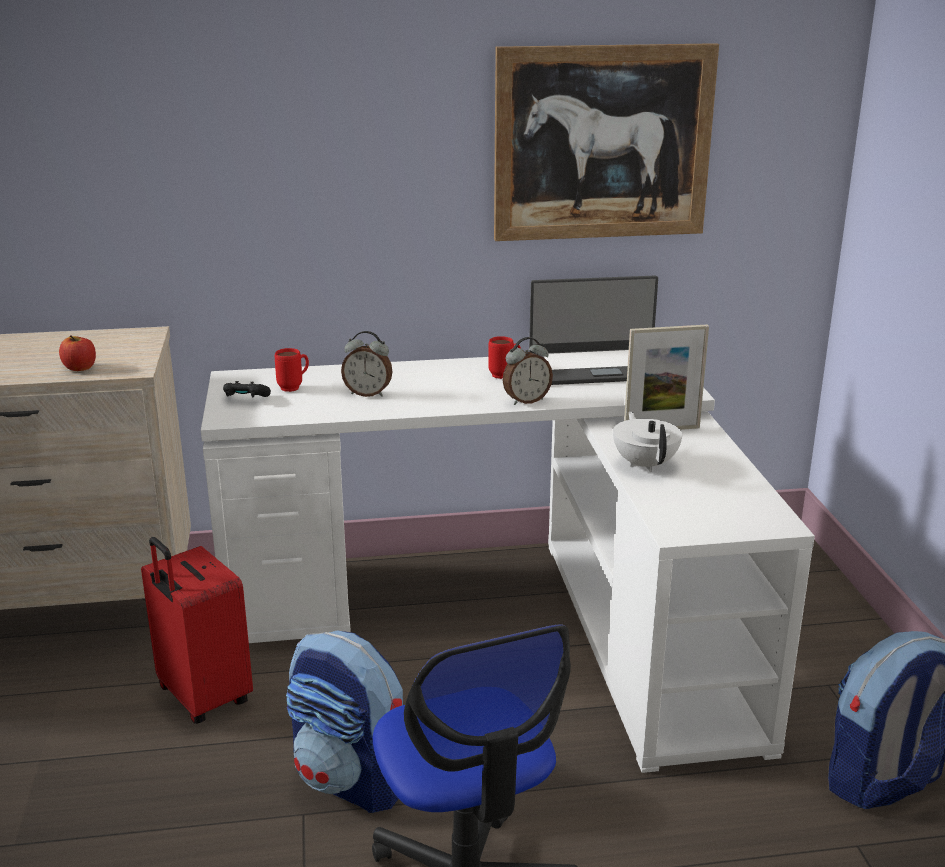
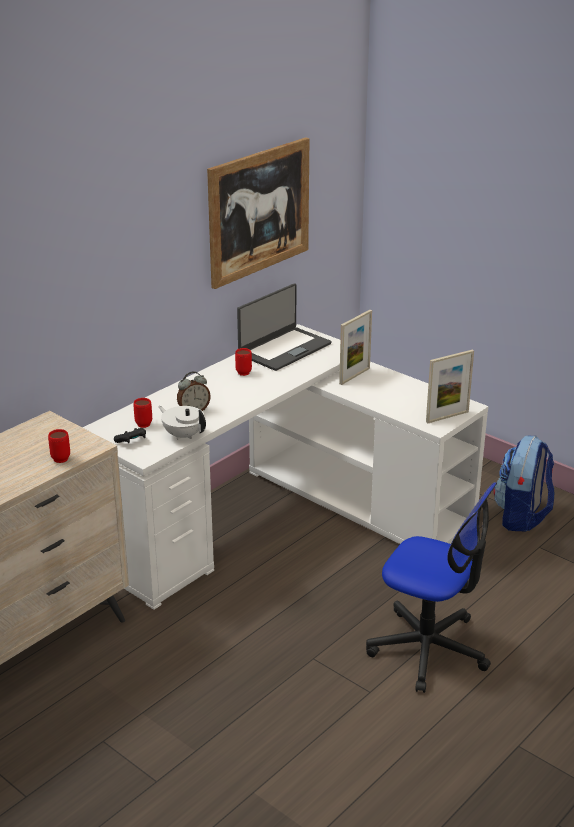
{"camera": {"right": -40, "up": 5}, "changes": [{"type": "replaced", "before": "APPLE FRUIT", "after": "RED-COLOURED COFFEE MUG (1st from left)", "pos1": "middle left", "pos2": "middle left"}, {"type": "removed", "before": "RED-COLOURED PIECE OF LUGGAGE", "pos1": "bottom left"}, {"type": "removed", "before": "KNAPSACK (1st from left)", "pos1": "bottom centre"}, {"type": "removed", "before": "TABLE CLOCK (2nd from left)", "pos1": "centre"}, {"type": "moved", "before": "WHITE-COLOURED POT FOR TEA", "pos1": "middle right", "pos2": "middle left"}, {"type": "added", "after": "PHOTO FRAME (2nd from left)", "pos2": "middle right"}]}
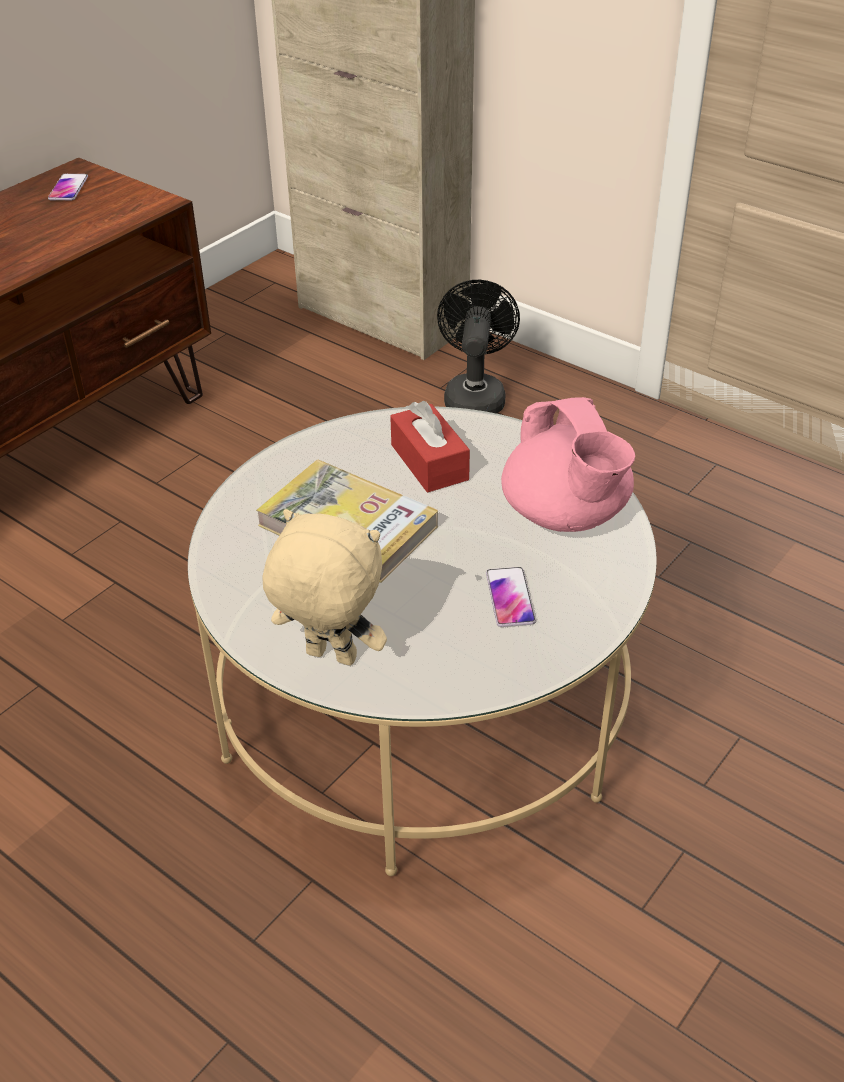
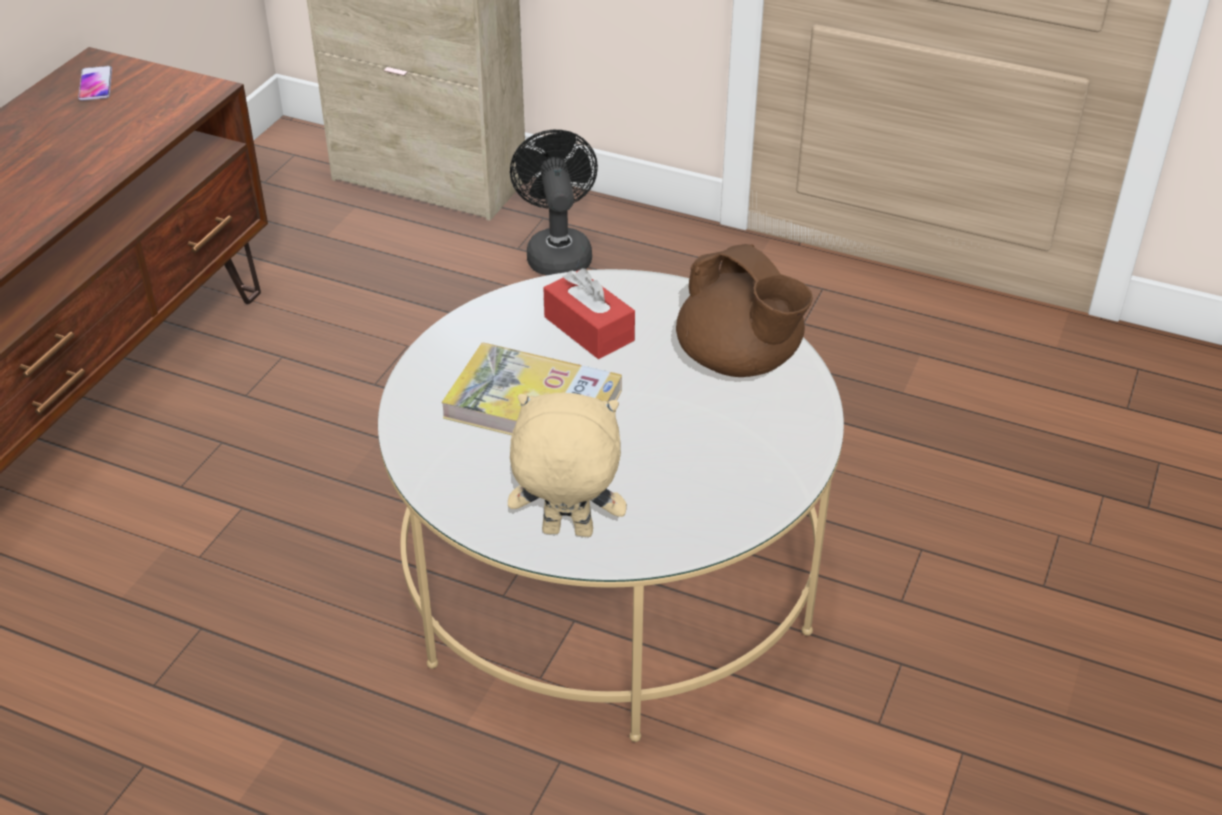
{"camera": {"right": -15, "up": 0}, "changes": [{"type": "removed", "before": "HANDSET (2nd from left)", "pos1": "centre"}, {"type": "recoloured", "before": "PINK-COLOURED POT FOR TEA", "after": "BROWN POT FOR TEA", "pos1": "middle right", "pos2": "centre"}]}
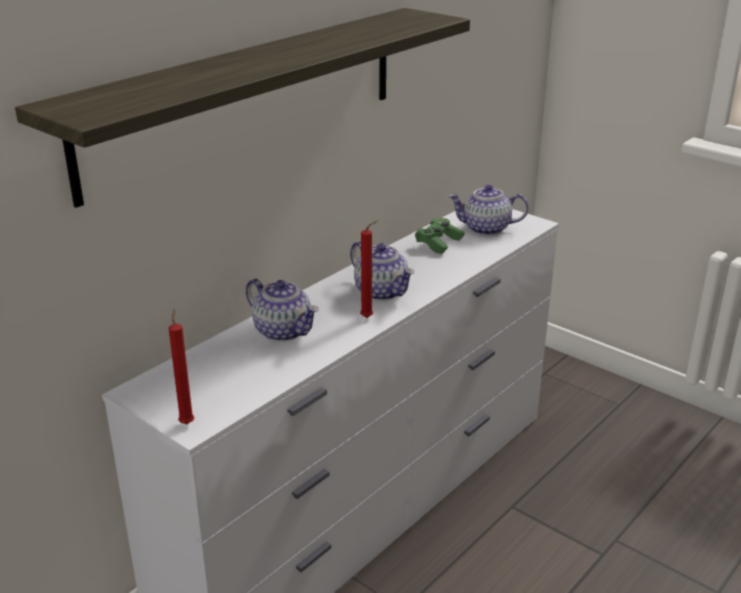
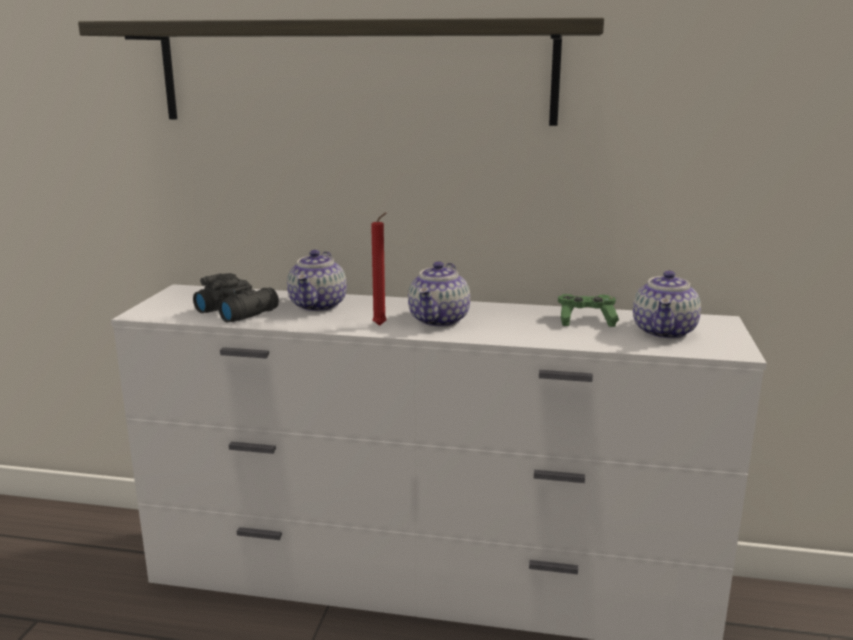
{"camera": {"right": 60, "up": -10}, "changes": [{"type": "removed", "before": "RED-COLOURED WAX LIGHT (1st from left)", "pos1": "middle left"}, {"type": "turned", "before": "POT FOR TEA (3rd from left)", "pos1": "centre", "pos2": "middle right", "turn": -135}, {"type": "added", "after": "BLACK BINOCULARS", "pos2": "middle left"}]}
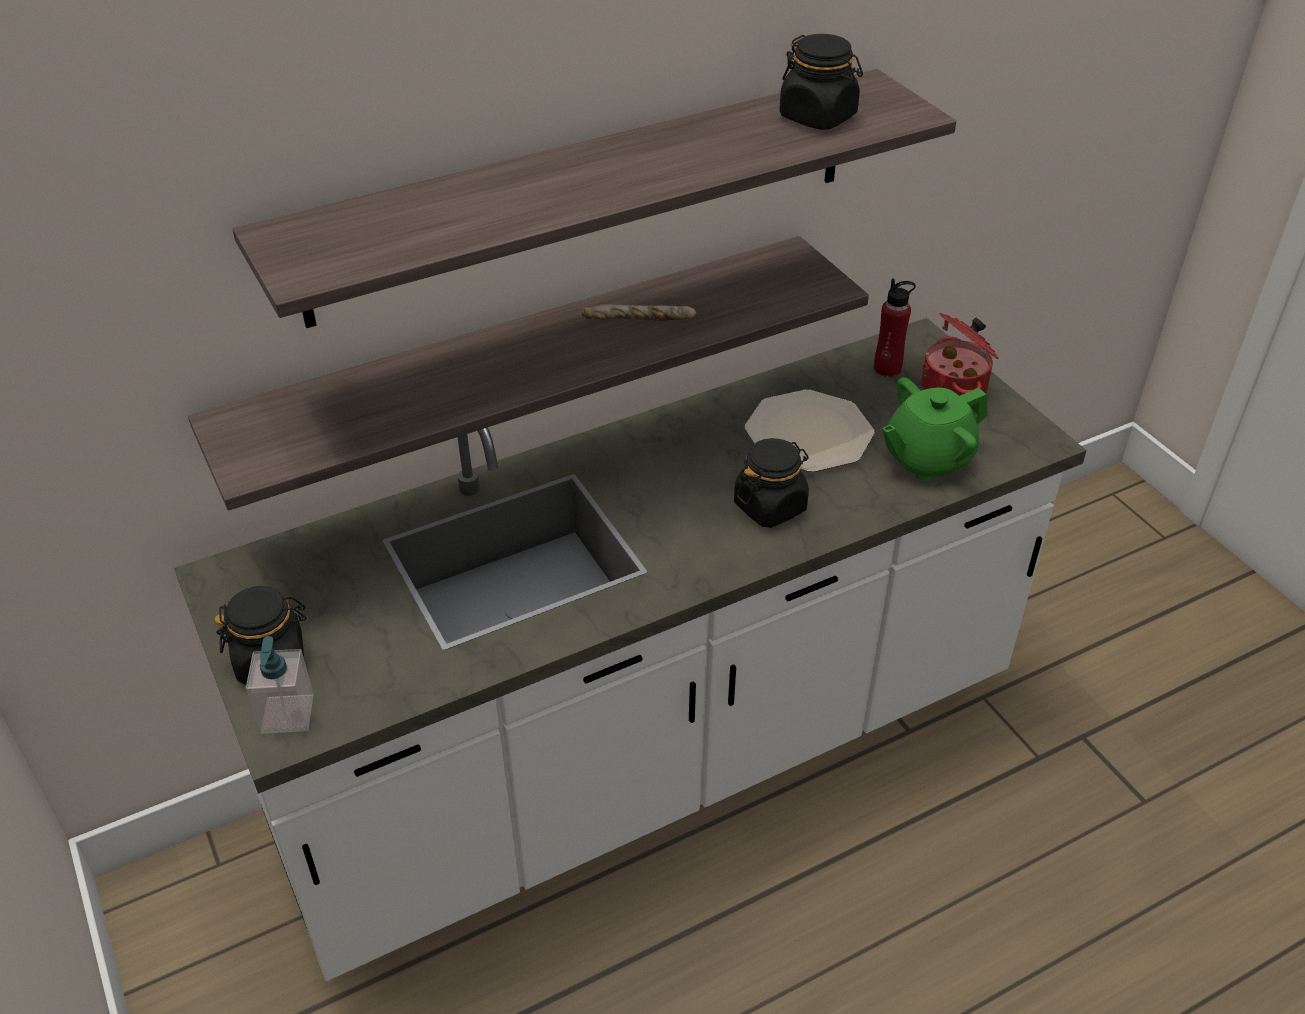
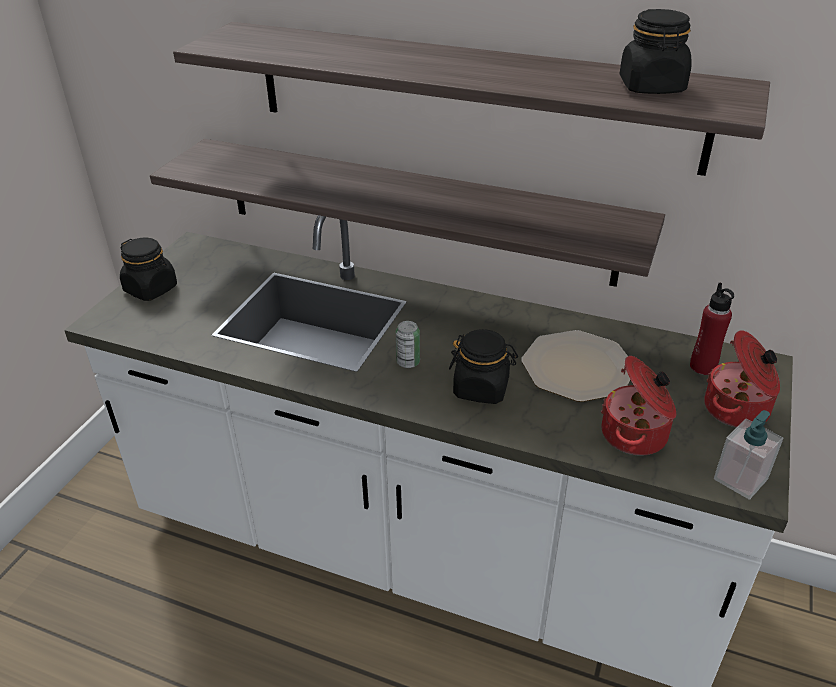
{"camera": {"right": 50, "up": -5}, "changes": [{"type": "moved", "before": "LIQUID SOAP BOTTLE", "pos1": "bottom left", "pos2": "middle right"}, {"type": "removed", "before": "BREAD", "pos1": "top centre"}, {"type": "replaced", "before": "GREEN-COLOURED POT FOR TEA", "after": "STOCKPOT (1st from left)", "pos1": "middle right", "pos2": "middle right"}, {"type": "added", "after": "METAL CAN", "pos2": "centre"}]}
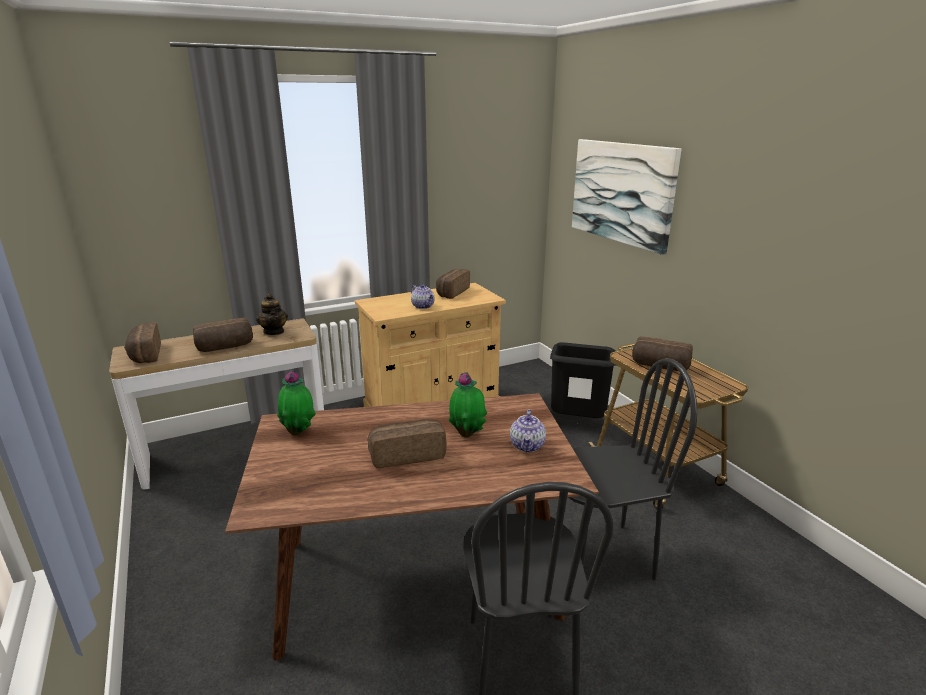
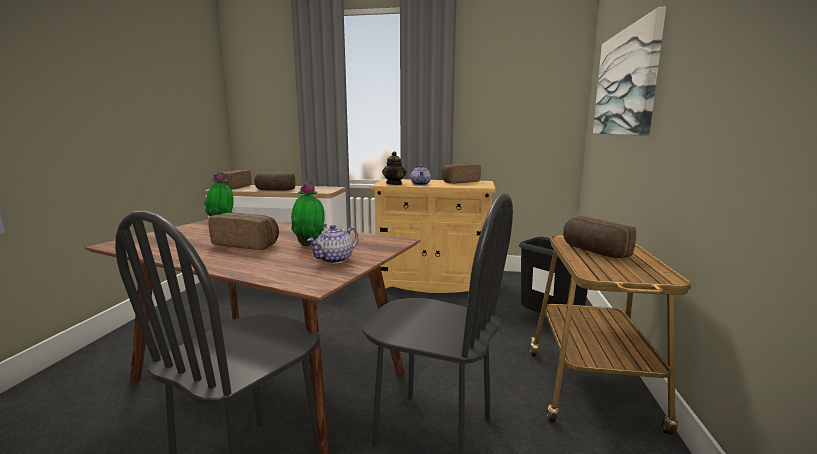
{"camera": {"right": 35, "up": -10}, "changes": [{"type": "moved", "before": "POT FOR TEA (1st from left in the first image)", "after": "POT FOR TEA (2nd from left)", "pos1": "middle left", "pos2": "centre"}]}
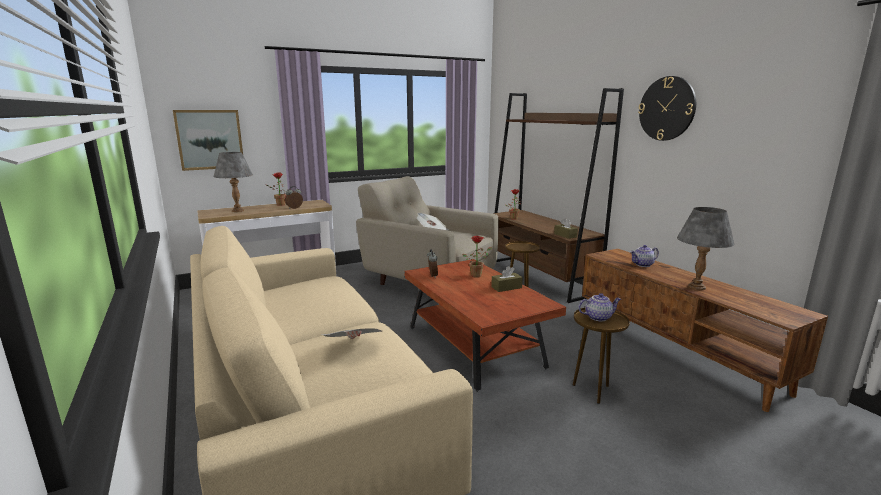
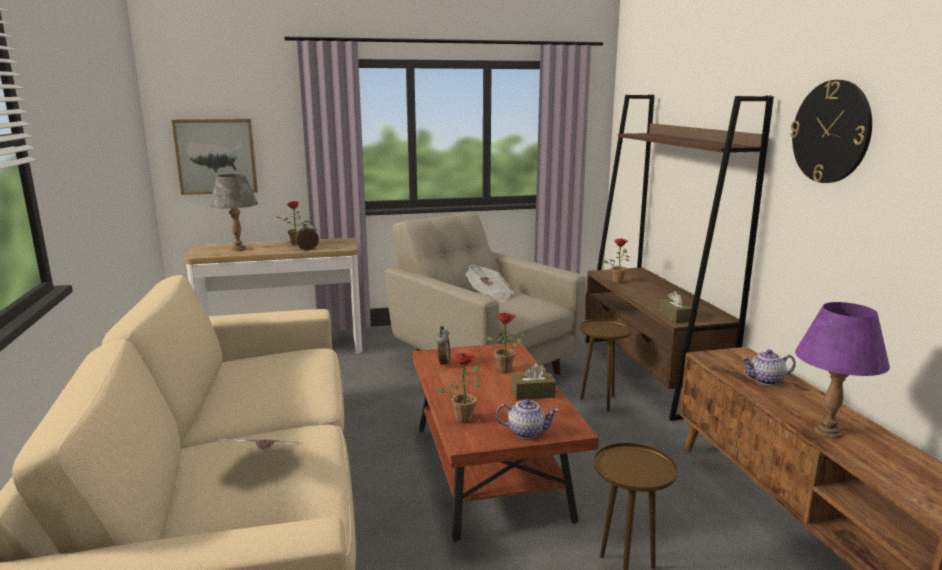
{"camera": {"right": 15, "up": 0}, "changes": [{"type": "moved", "before": "POT FOR TEA (1st from left)", "pos1": "middle right", "pos2": "bottom centre"}, {"type": "recoloured", "before": "GRAY TABLETOP LAMP (2nd from left)", "after": "PURPLE-COLOURED TABLETOP LAMP", "pos1": "middle right", "pos2": "middle right"}, {"type": "added", "after": "POTTED PLANT (2nd from left)", "pos2": "bottom centre"}]}
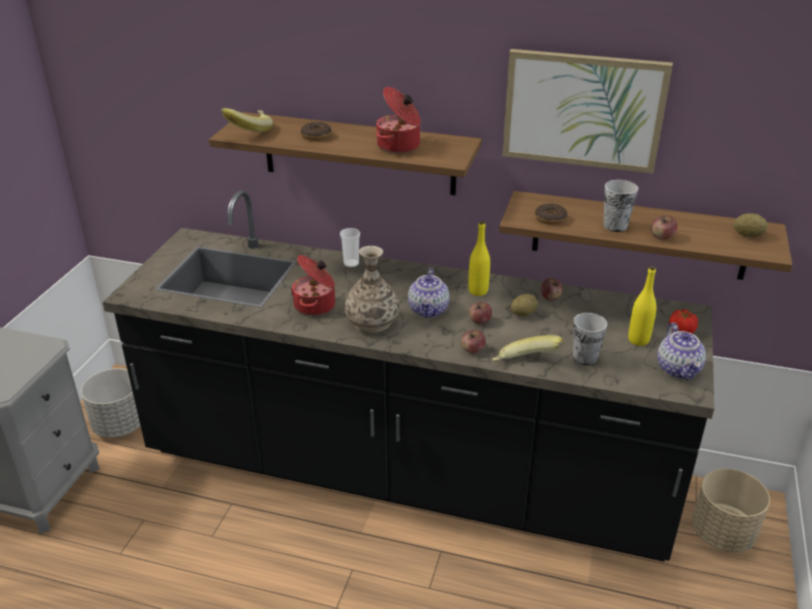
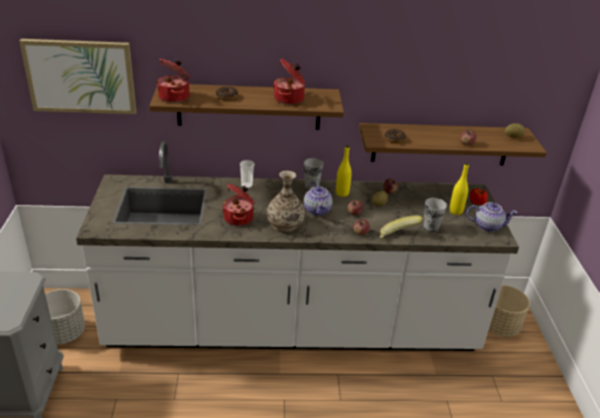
{"camera": {"right": -20, "up": 0}, "changes": [{"type": "recoloured", "before": "BLACK KITCHEN COUNTER", "after": "WHITE-COLOURED KITCHEN COUNTER", "pos1": "centre", "pos2": "centre"}, {"type": "replaced", "before": "BANANA FRUIT (1st from left)", "after": "STOCKPOT (1st from left)", "pos1": "top left", "pos2": "top left"}, {"type": "moved", "before": "WALL ART", "pos1": "top right", "pos2": "top left"}, {"type": "moved", "before": "CUP (3rd from left in the first image)", "after": "CUP (2nd from left)", "pos1": "middle right", "pos2": "centre"}, {"type": "turned", "before": "POT FOR TEA (2nd from left)", "pos1": "middle right", "pos2": "middle right", "turn": -60}]}
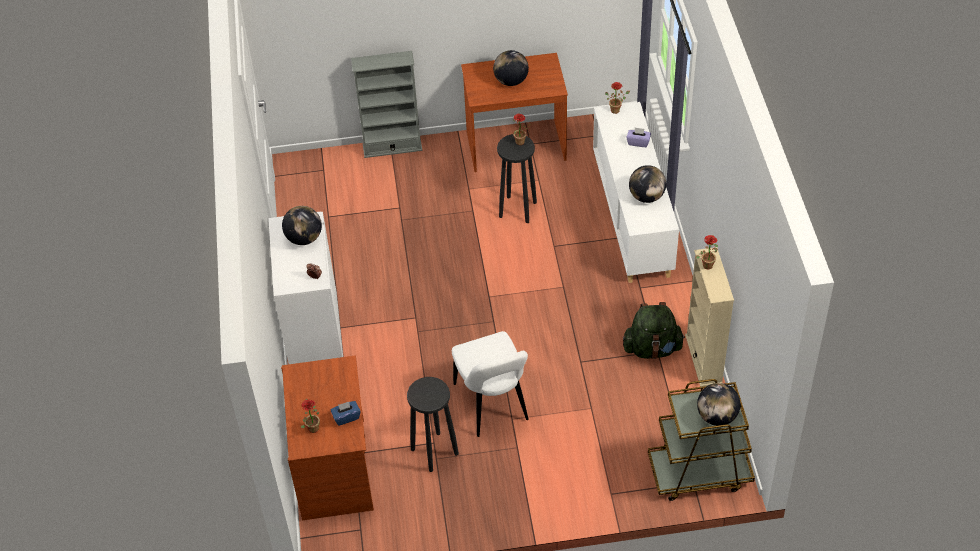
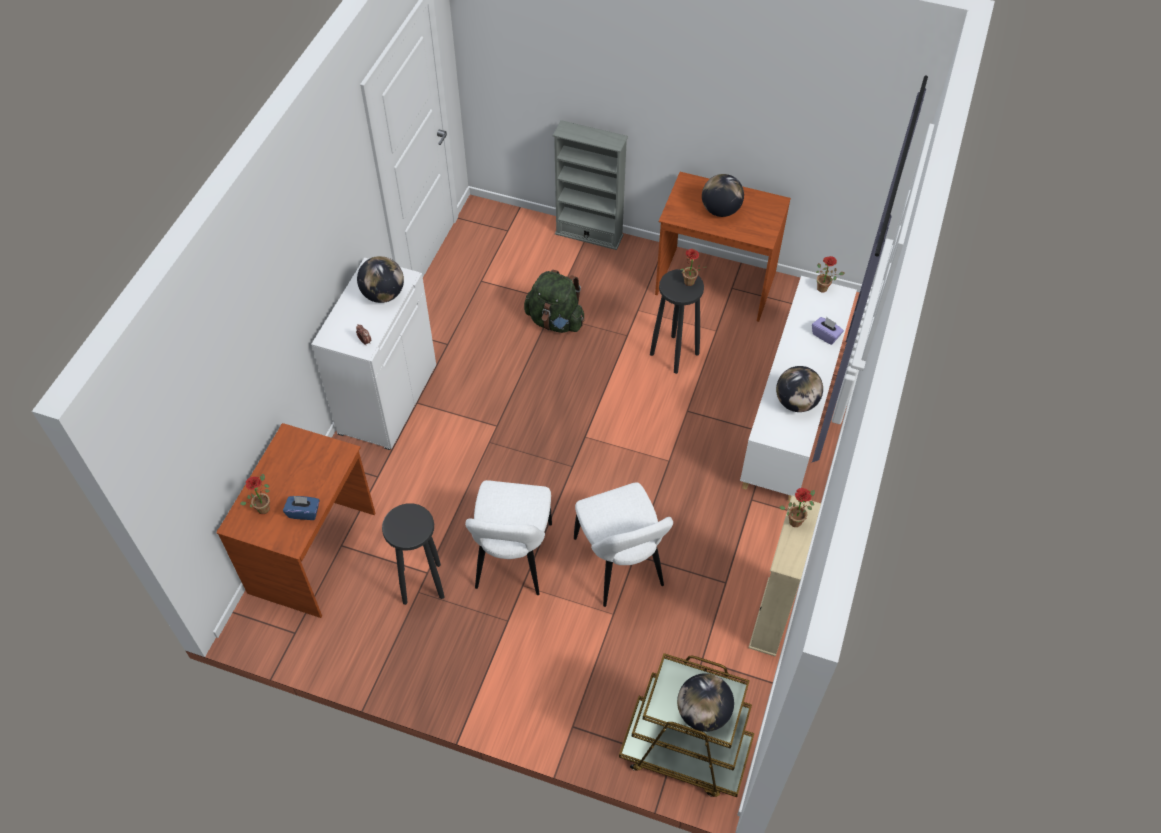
{"camera": {"right": 25, "up": 5}, "changes": [{"type": "moved", "before": "GREEN-COLOURED KNAPSACK", "pos1": "middle right", "pos2": "centre"}, {"type": "added", "after": "WHITE-COLOURED CHAIR (2nd from left)", "pos2": "centre"}]}
